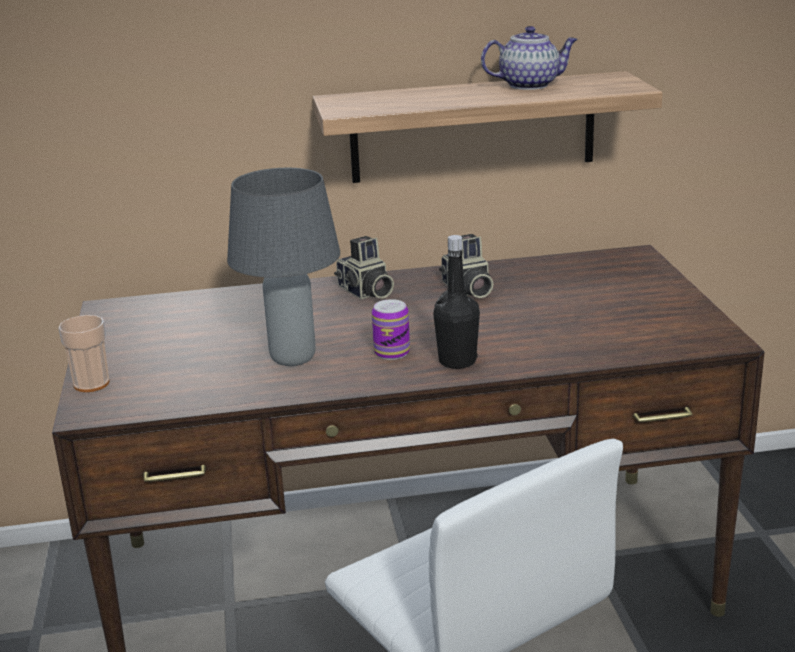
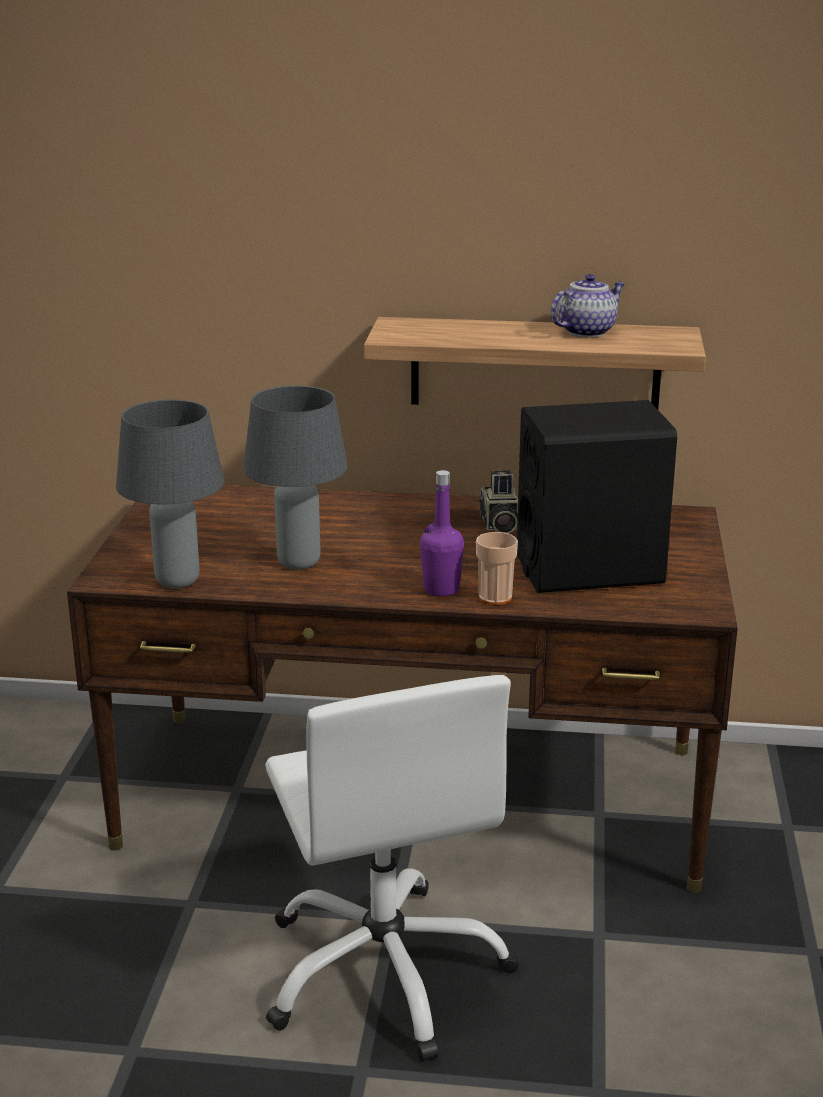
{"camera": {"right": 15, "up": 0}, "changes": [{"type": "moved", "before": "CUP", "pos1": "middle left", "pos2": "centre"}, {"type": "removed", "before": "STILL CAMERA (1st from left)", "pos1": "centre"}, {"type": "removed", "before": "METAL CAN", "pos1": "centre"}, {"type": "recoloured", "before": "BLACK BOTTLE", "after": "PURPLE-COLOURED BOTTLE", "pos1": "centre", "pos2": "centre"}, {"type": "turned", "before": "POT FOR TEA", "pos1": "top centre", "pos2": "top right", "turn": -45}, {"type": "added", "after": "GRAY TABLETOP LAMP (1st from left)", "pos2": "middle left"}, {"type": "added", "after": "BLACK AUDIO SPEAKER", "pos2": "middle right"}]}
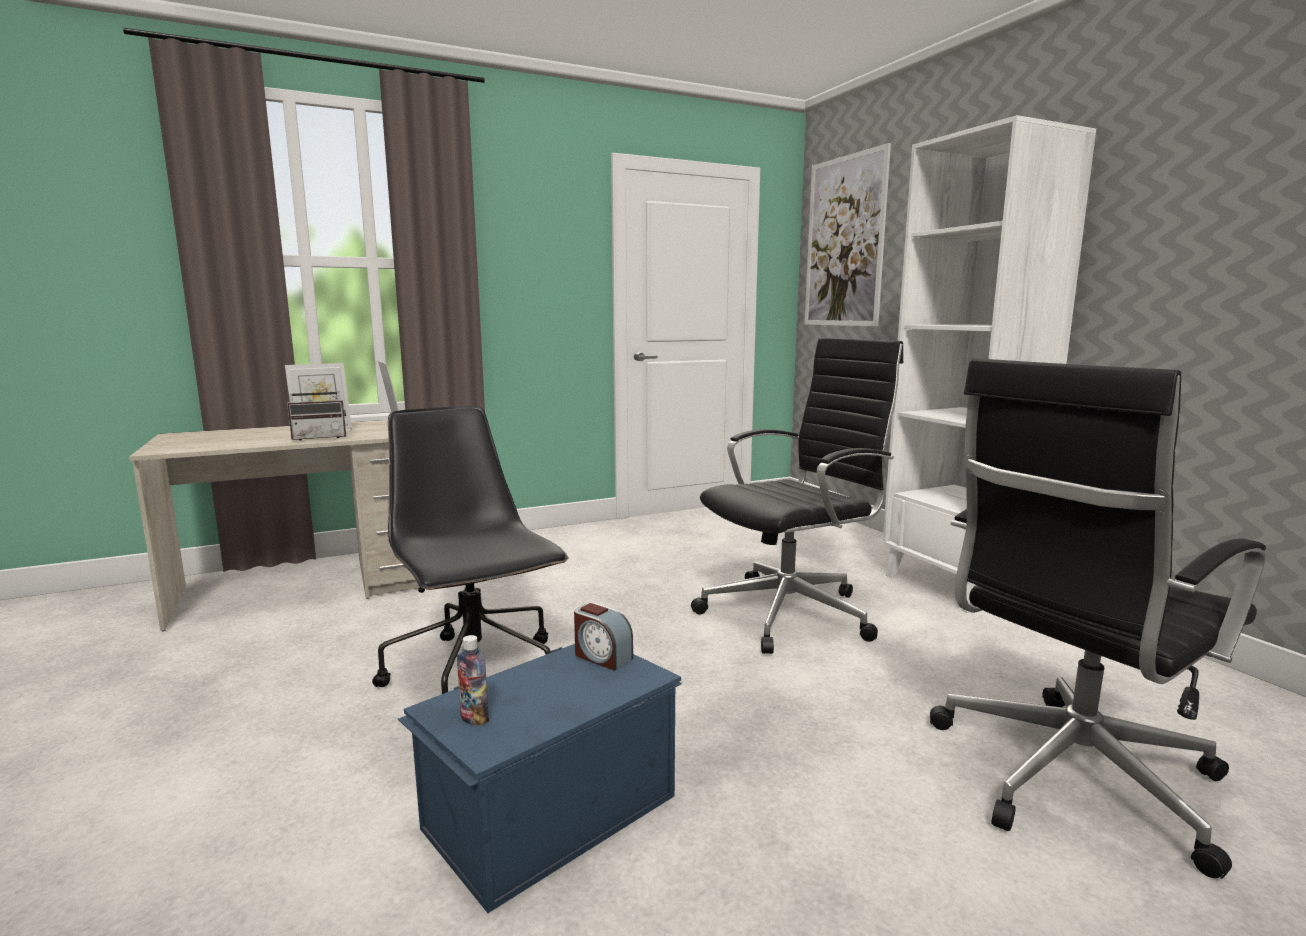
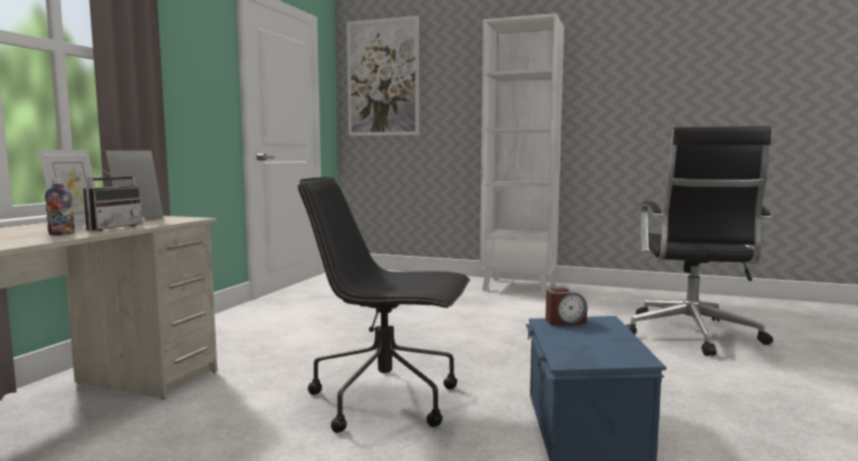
{"camera": {"right": -45, "up": -5}, "changes": [{"type": "moved", "before": "BOTTLE", "pos1": "bottom centre", "pos2": "middle left"}, {"type": "removed", "before": "BLACK COMPUTER CHAIR (2nd from left)", "pos1": "centre"}]}
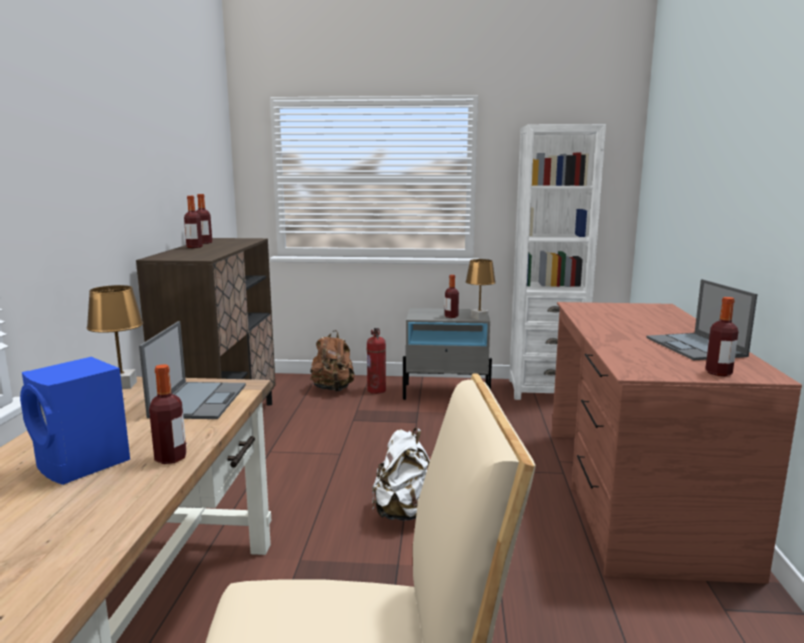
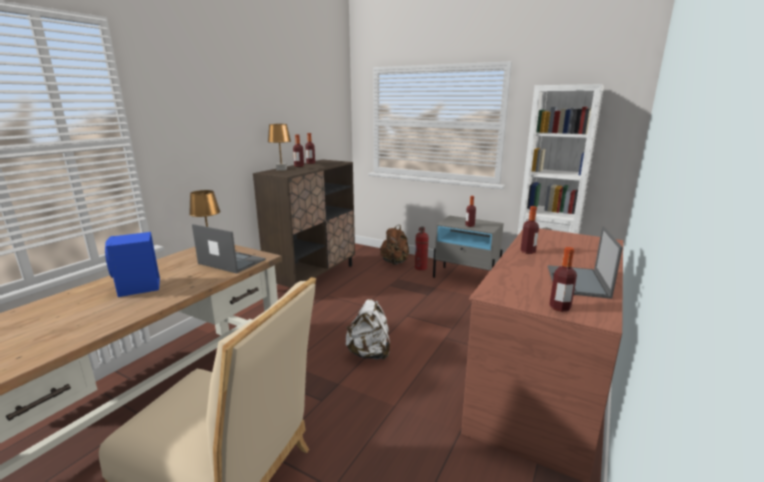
{"camera": {"right": 25, "up": 5}, "changes": [{"type": "turned", "before": "LAPTOP (1st from left)", "pos1": "middle left", "pos2": "middle left", "turn": -90}, {"type": "moved", "before": "BOTTLE (1st from left in the first image)", "after": "BOTTLE (4th from left)", "pos1": "middle left", "pos2": "middle right"}, {"type": "moved", "before": "BROWN TABLETOP LAMP (2nd from left)", "pos1": "centre", "pos2": "top centre"}]}
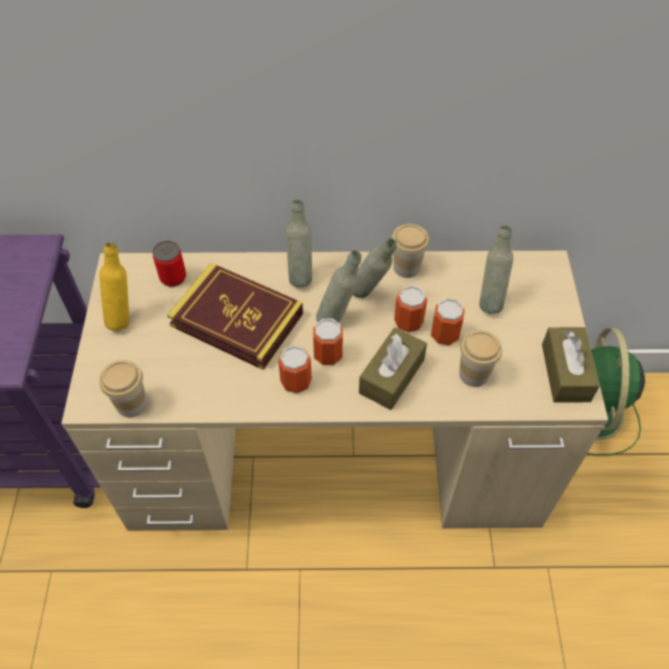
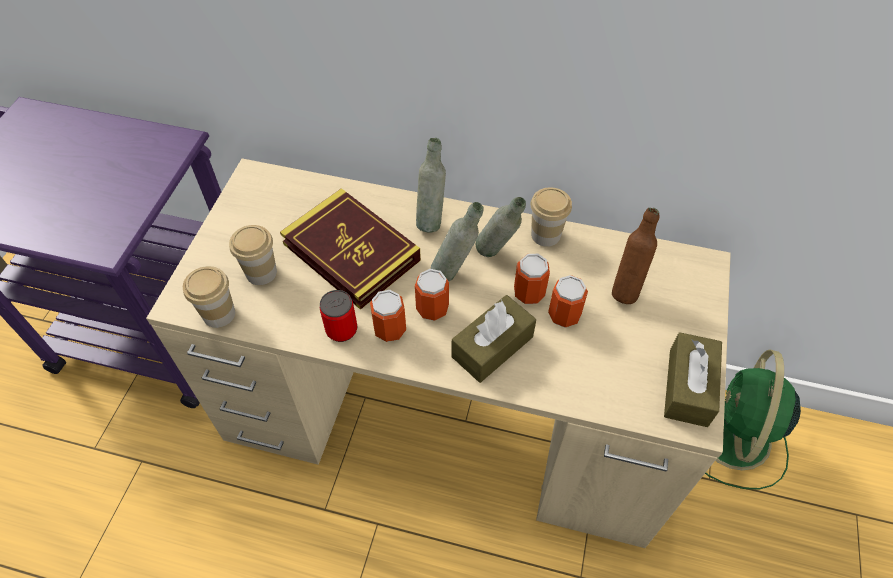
{"camera": {"right": 15, "up": 0}, "changes": [{"type": "removed", "before": "YELLOW BOTTLE", "pos1": "middle left"}, {"type": "moved", "before": "METAL CAN (1st from left)", "pos1": "middle left", "pos2": "centre"}, {"type": "moved", "before": "CUP (3rd from left in the first image)", "after": "CUP (2nd from left)", "pos1": "middle right", "pos2": "middle left"}, {"type": "recoloured", "before": "GRAY BOTTLE (4th from left)", "after": "BROWN BOTTLE", "pos1": "middle right", "pos2": "middle right"}]}
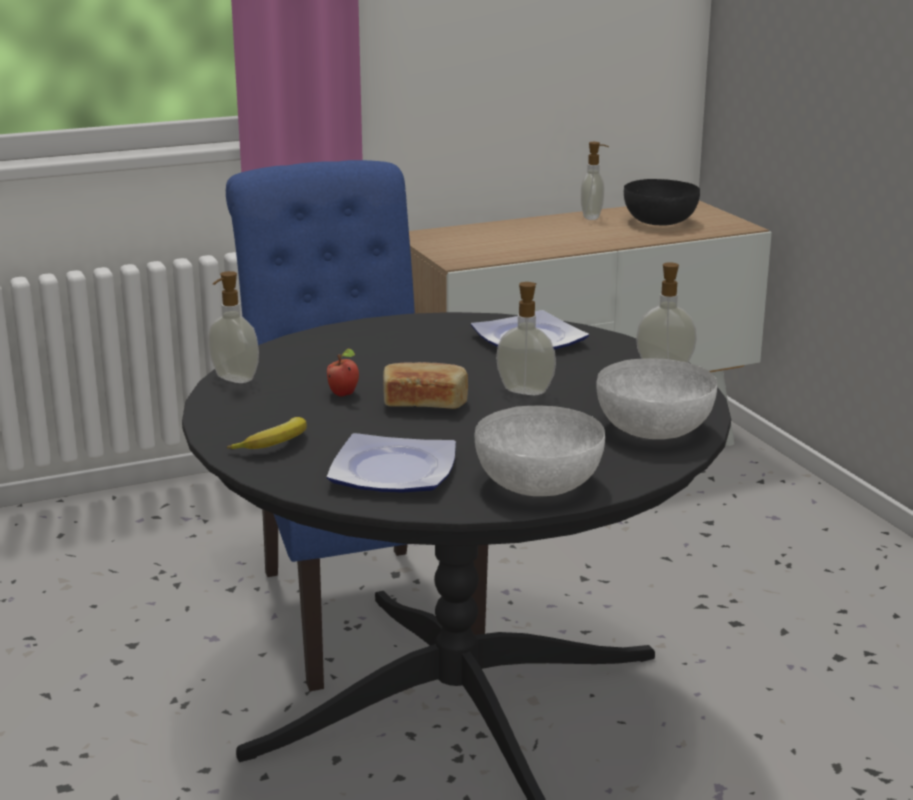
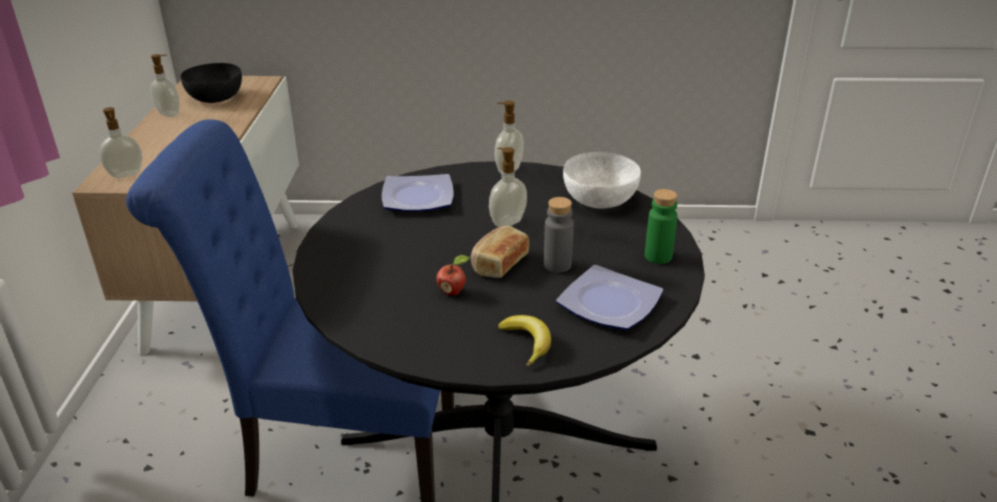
{"camera": {"right": -65, "up": 10}, "changes": [{"type": "moved", "before": "LIQUID SOAP BOTTLE (1st from left)", "pos1": "middle left", "pos2": "top left"}, {"type": "replaced", "before": "WHITE-COLOURED BOWL (1st from left)", "after": "GREEN-COLOURED BOTTLE", "pos1": "centre", "pos2": "centre"}, {"type": "added", "after": "GRAY BOTTLE", "pos2": "centre"}]}
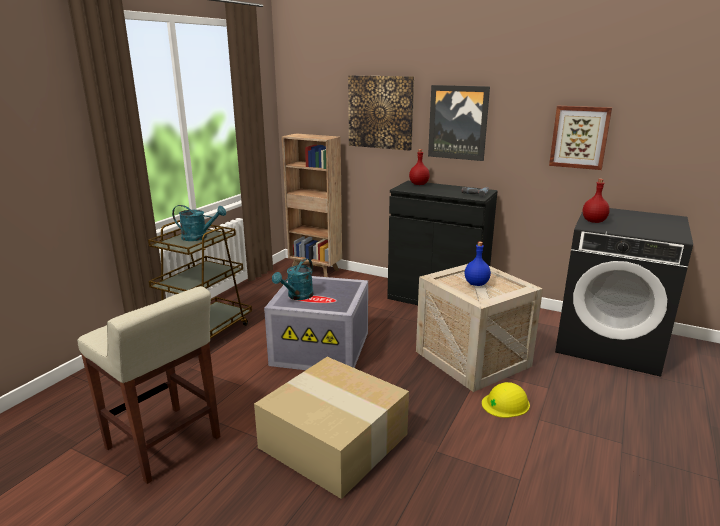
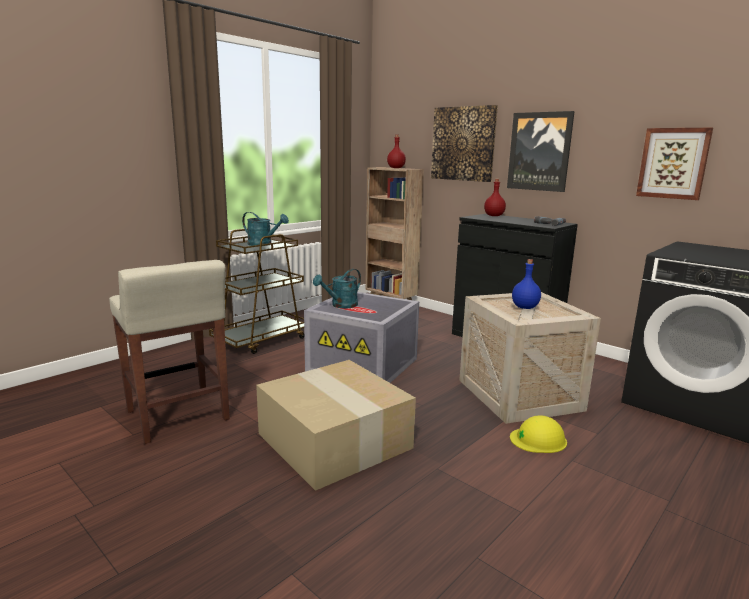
{"camera": {"right": 15, "up": -5}, "changes": [{"type": "moved", "before": "RED-COLOURED BOTTLE (2nd from left in the first image)", "after": "RED-COLOURED BOTTLE (1st from left)", "pos1": "middle right", "pos2": "top centre"}]}
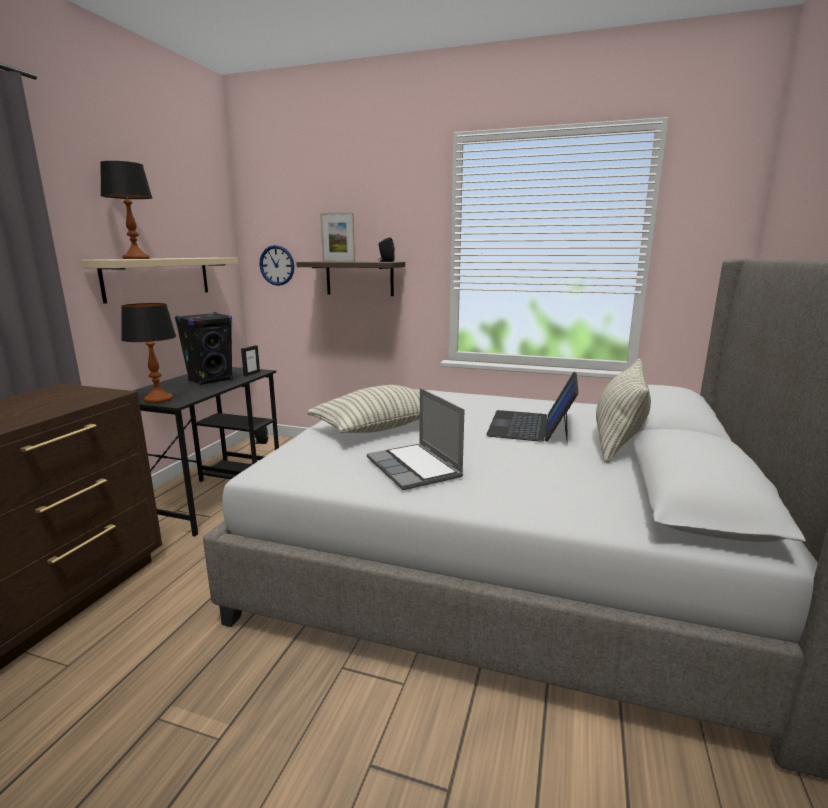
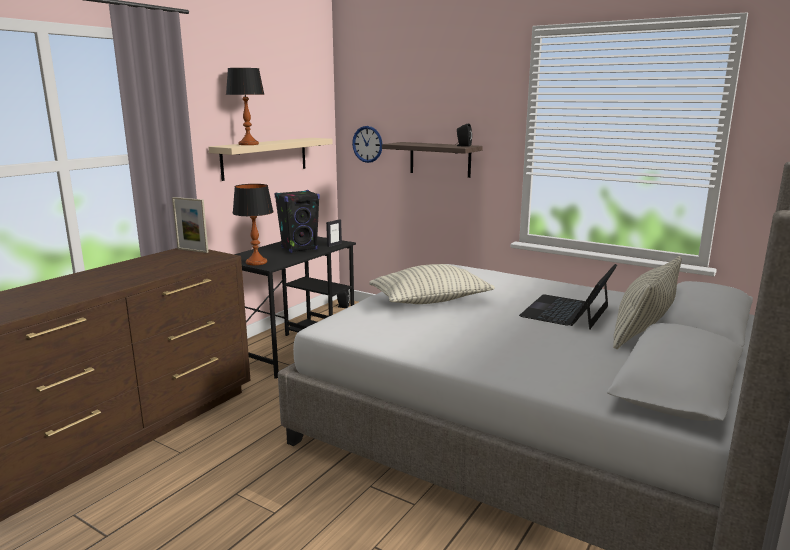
{"camera": {"right": 15, "up": 0}, "changes": [{"type": "moved", "before": "PHOTO FRAME (2nd from left in the first image)", "after": "PHOTO FRAME (1st from left)", "pos1": "top centre", "pos2": "middle left"}, {"type": "removed", "before": "LAPTOP (1st from left)", "pos1": "centre"}]}
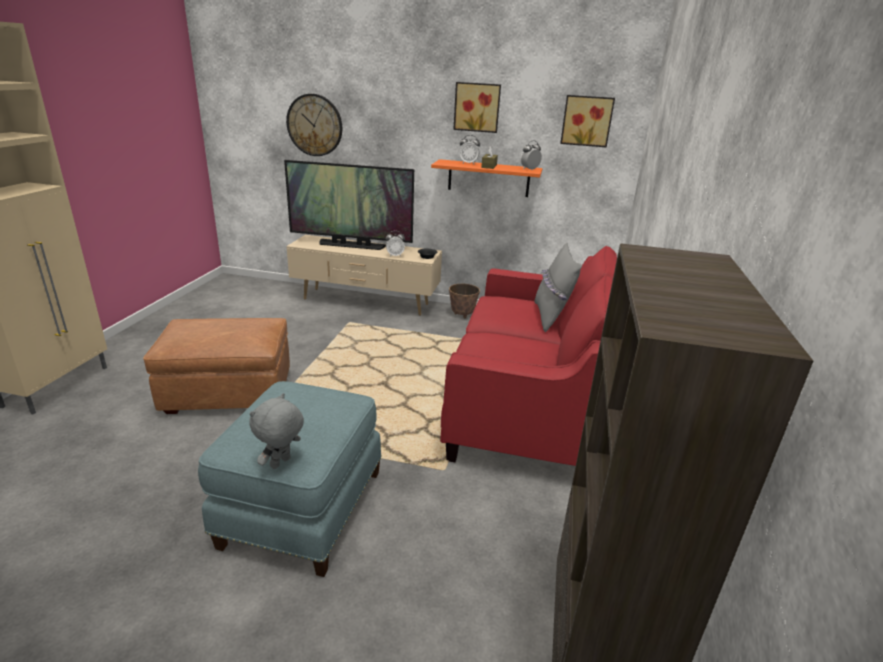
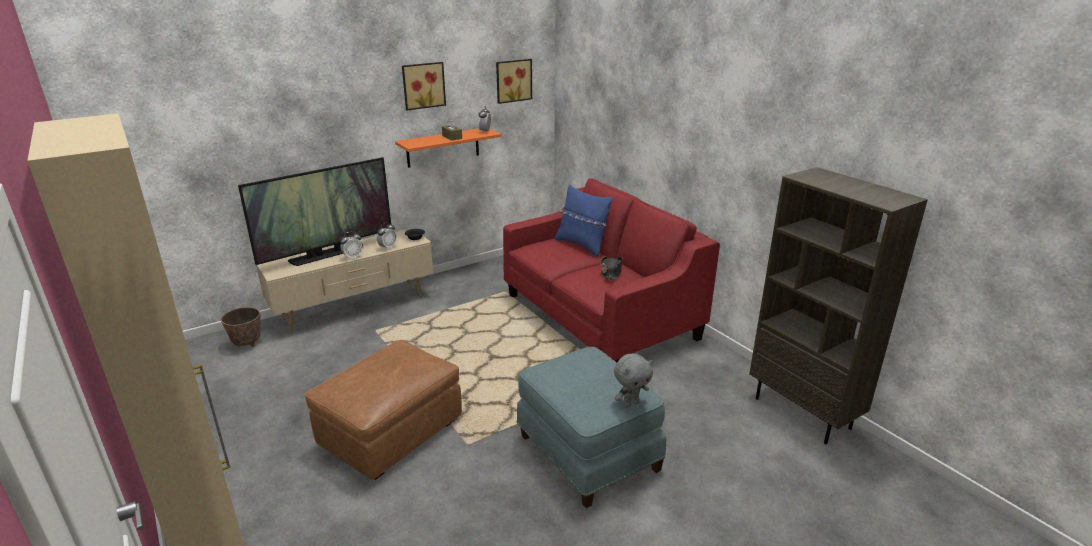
{"camera": {"right": -45, "up": 0}, "changes": [{"type": "turned", "before": "GRAY CUDDLY TOY", "pos1": "middle left", "pos2": "bottom centre", "turn": -105}, {"type": "removed", "before": "CLOCK ON THE WALL", "pos1": "top centre"}, {"type": "moved", "before": "PLANTER", "pos1": "centre", "pos2": "middle left"}, {"type": "moved", "before": "TABLE CLOCK (2nd from left in the first image)", "after": "TABLE CLOCK (1st from left)", "pos1": "top centre", "pos2": "middle left"}, {"type": "recoloured", "before": "GRAY CUSHION", "after": "BLUISH CUSHION", "pos1": "centre", "pos2": "centre"}, {"type": "added", "after": "BLACK HAT", "pos2": "centre"}]}
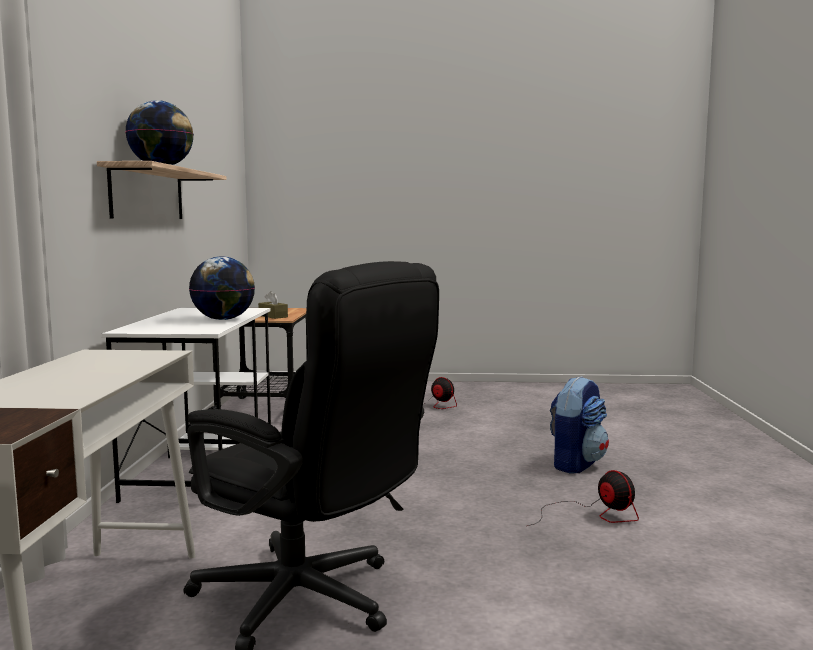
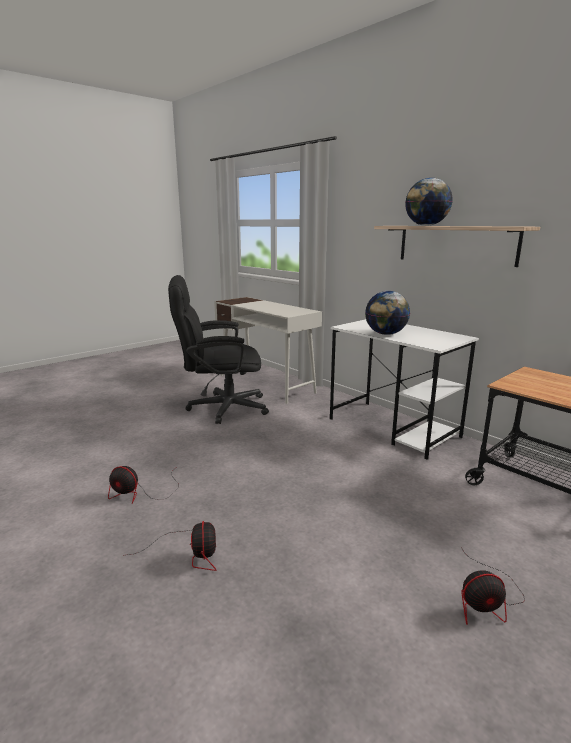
{"camera": {"right": 135, "up": 10}, "changes": [{"type": "removed", "before": "BROWN BOX OF TISSUES", "pos1": "centre"}, {"type": "replaced", "before": "KNAPSACK", "after": "COOLING FAN (2nd from left)", "pos1": "middle right", "pos2": "bottom left"}]}
